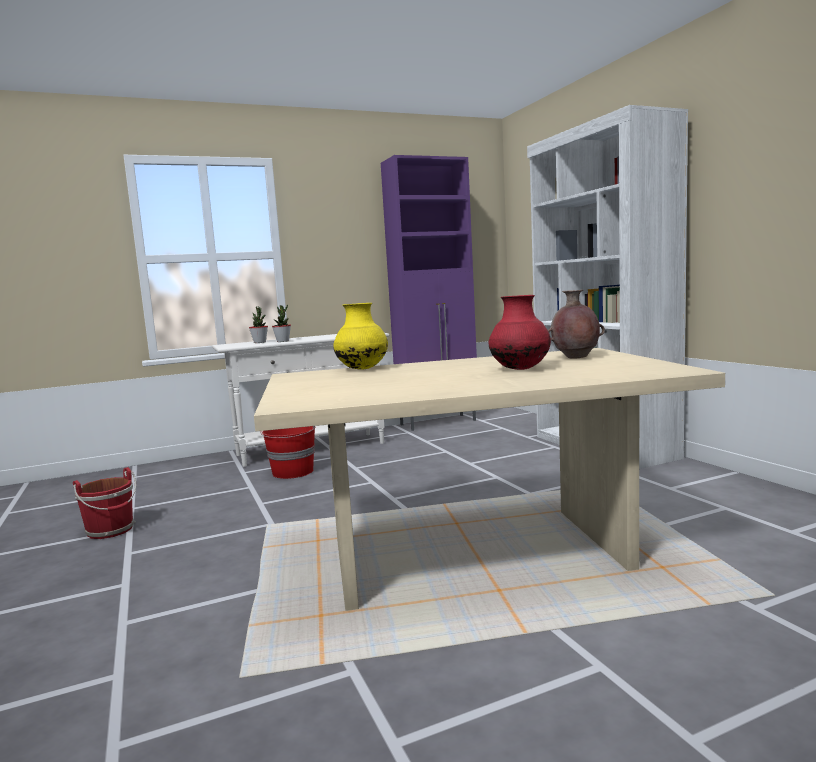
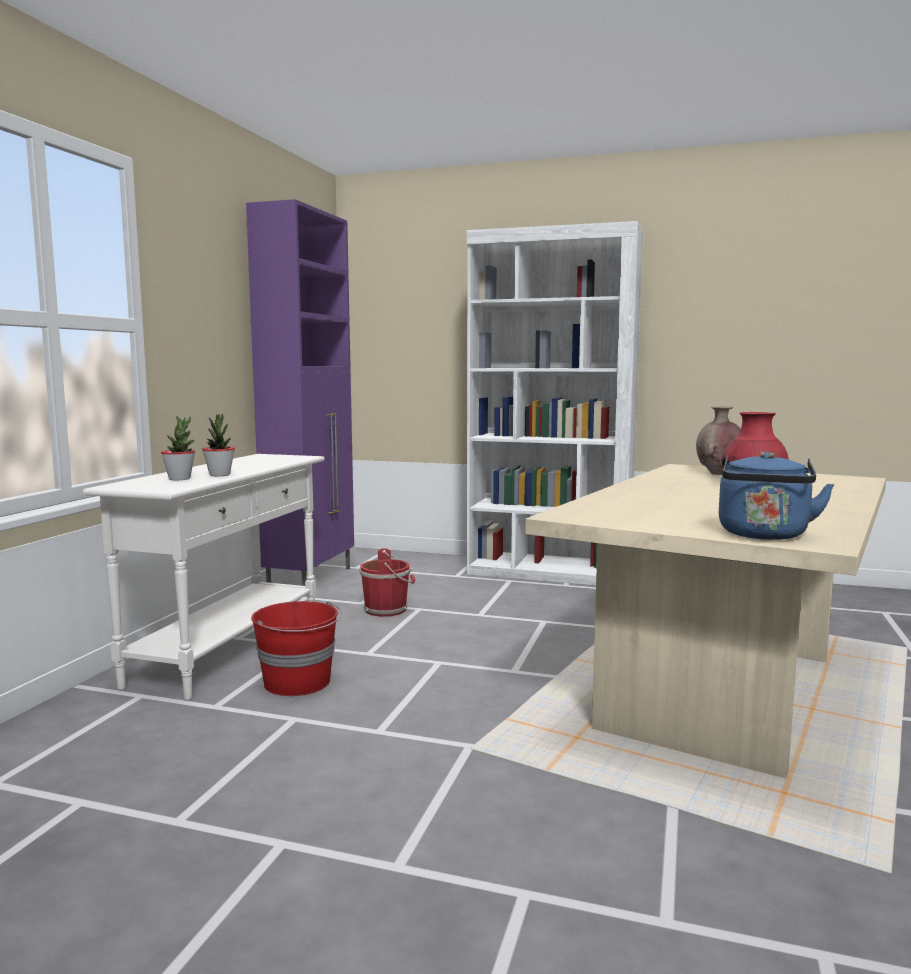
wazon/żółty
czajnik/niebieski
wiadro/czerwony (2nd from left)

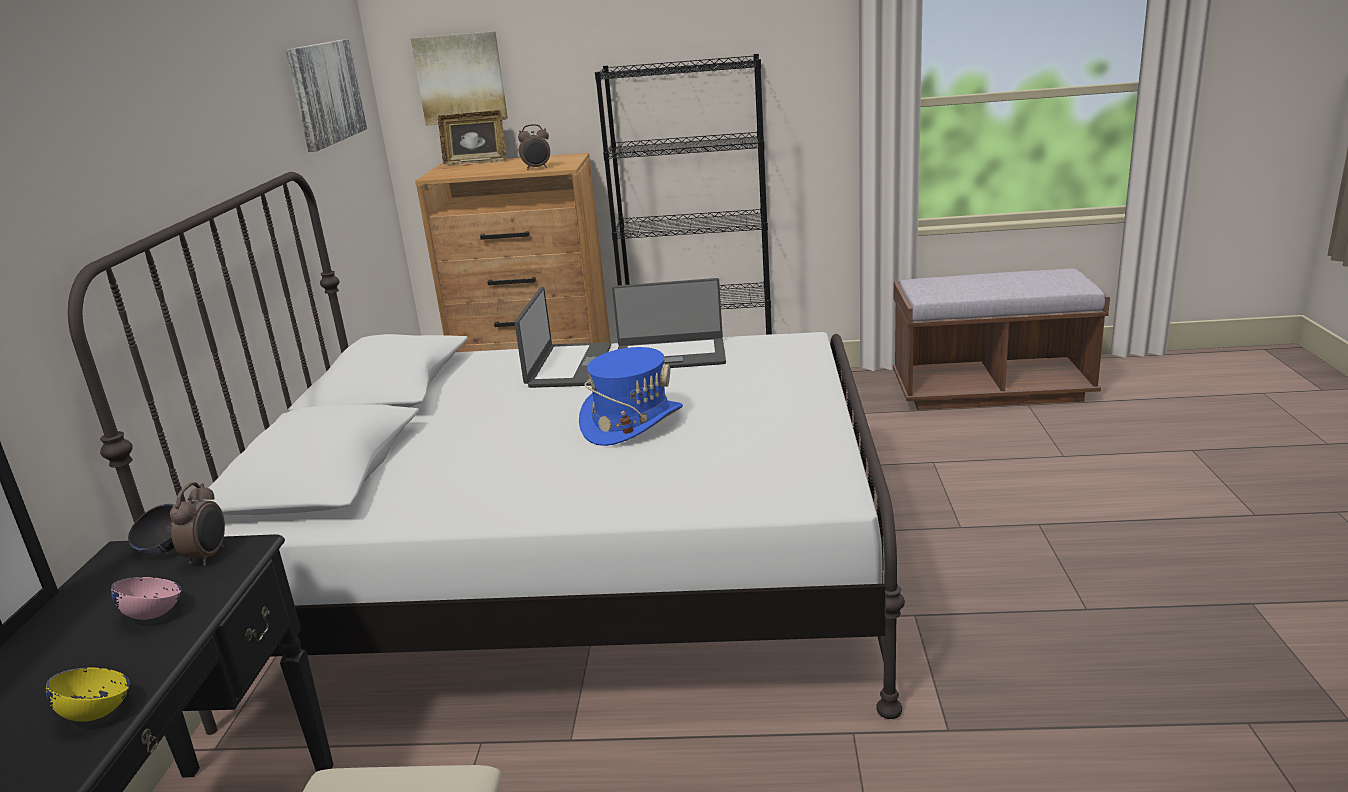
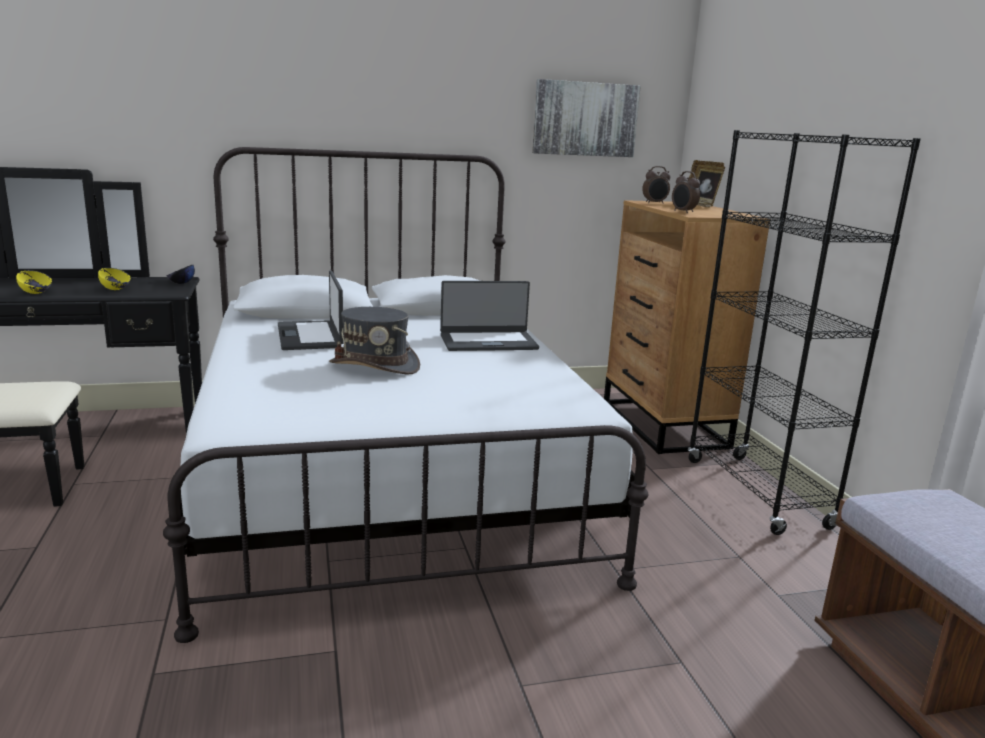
obraz (2nd from left in the first image)
budzik (1st from left)
laptop (1st from left)
miska/żółty (2nd from left)
kapelusz/szary

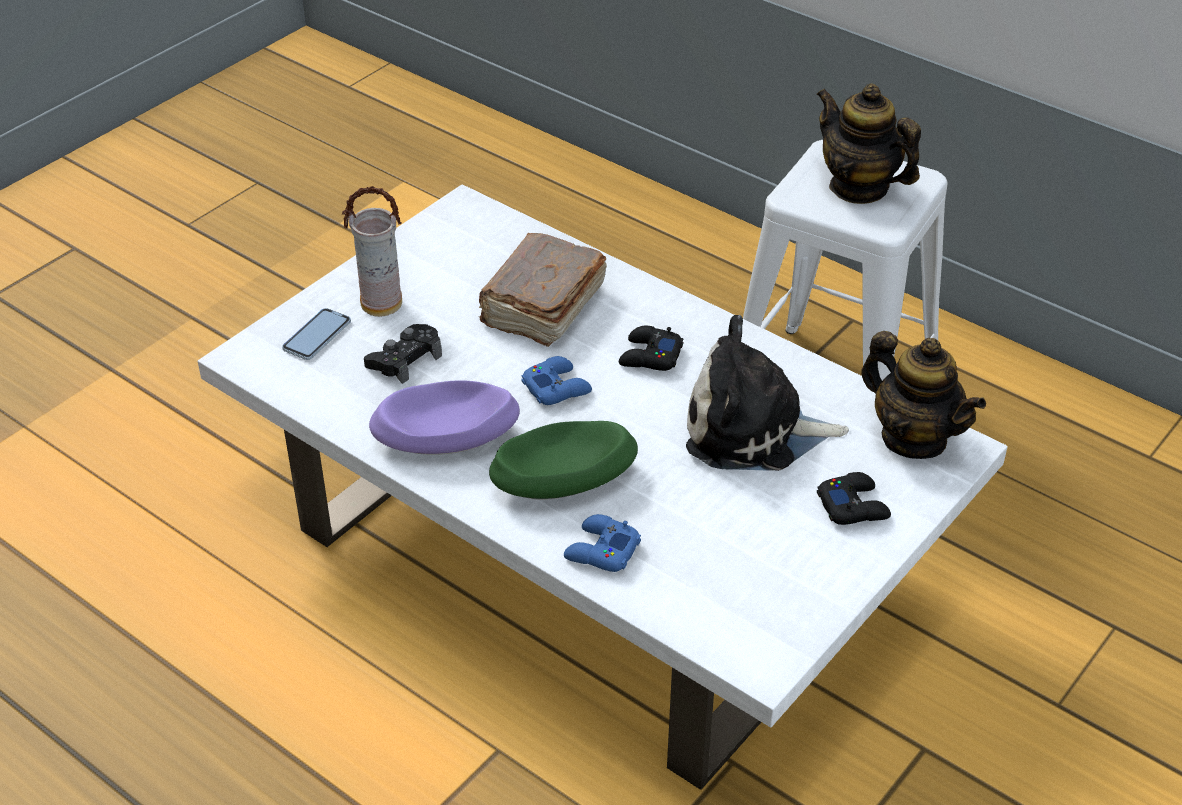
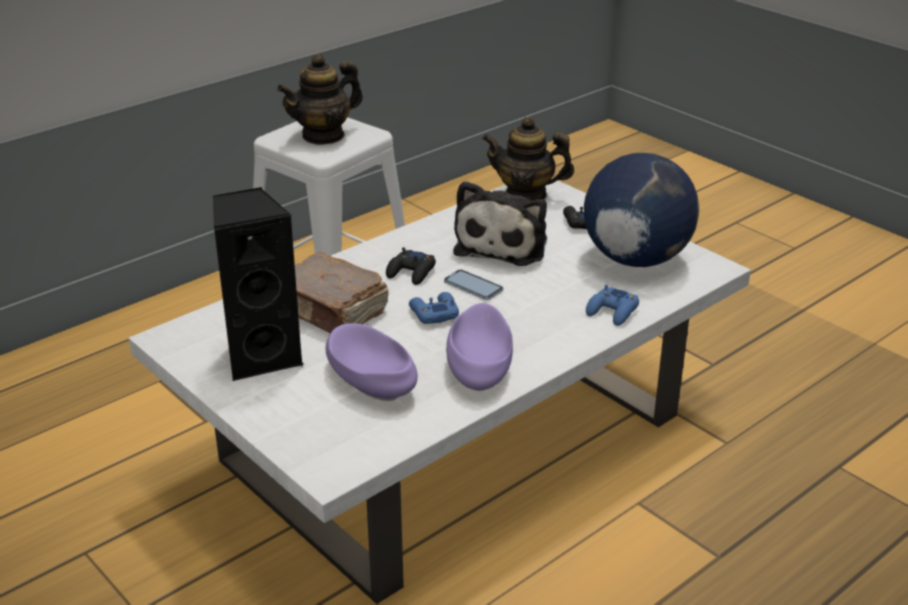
wazon
miska/zielony
głośnik/czarny
globus
telefon
miska/fioletowy (1st from left)
imbryk (2nd from left)

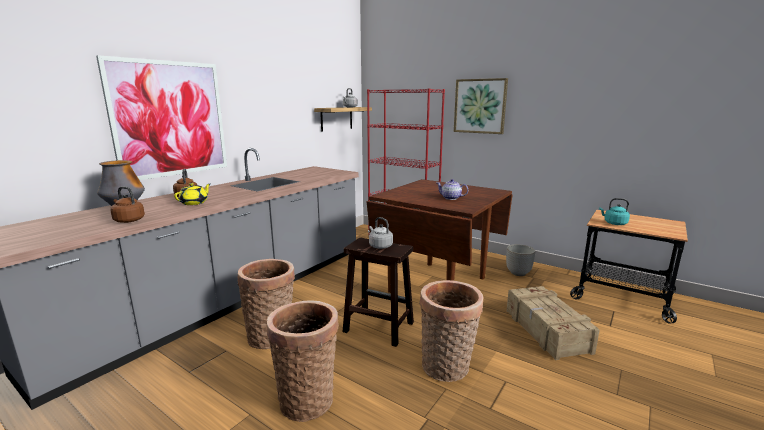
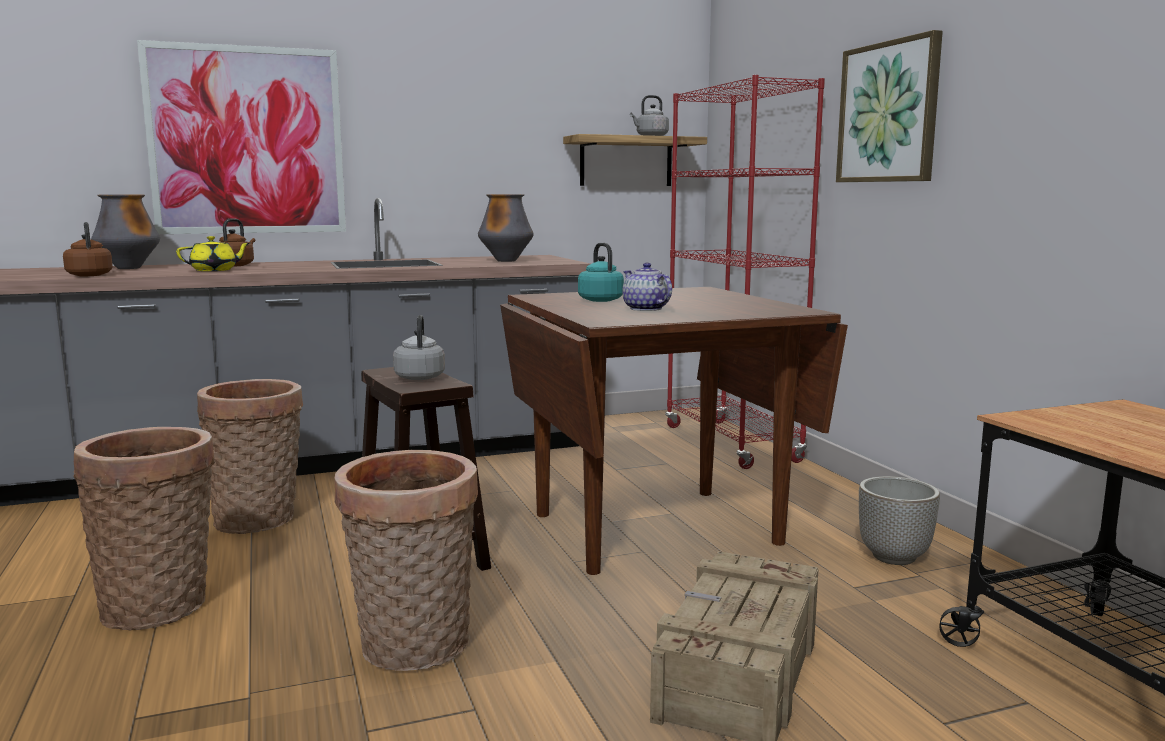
wazon (2nd from left)
czajnik/turkusowy

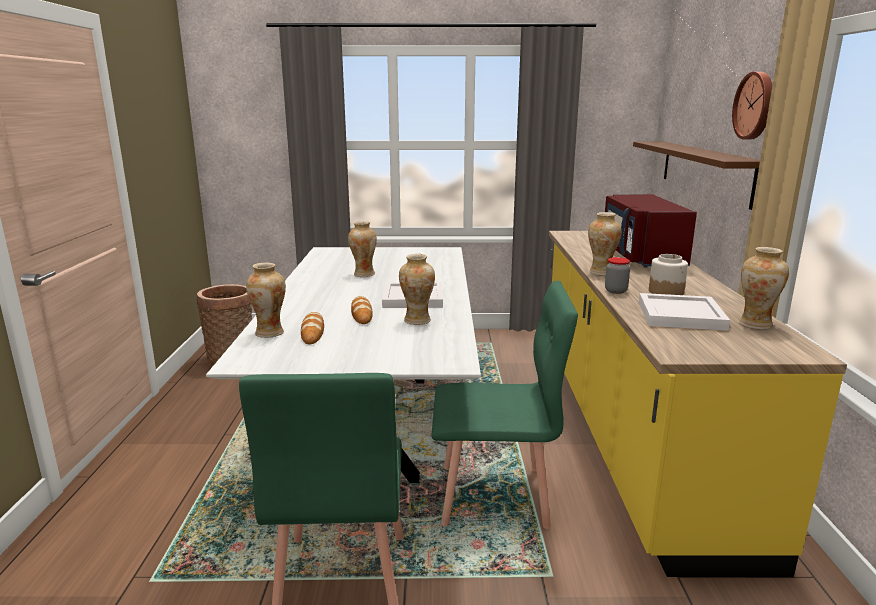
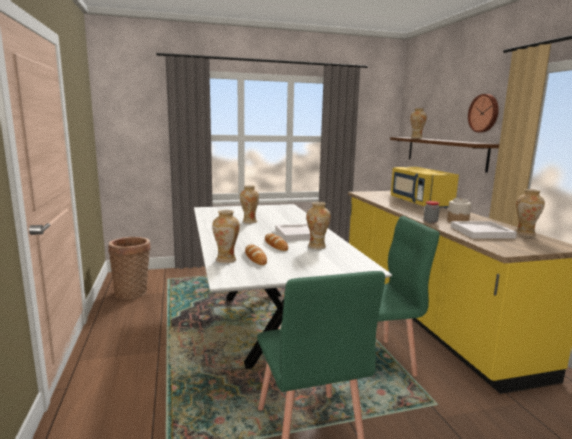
wazon (4th from left)
mikrofalówka/żółty

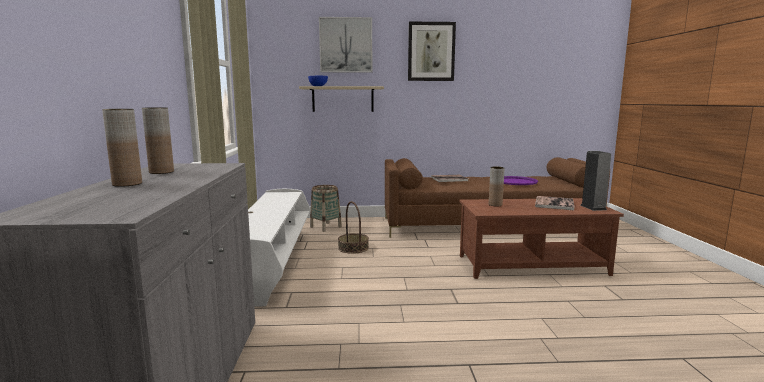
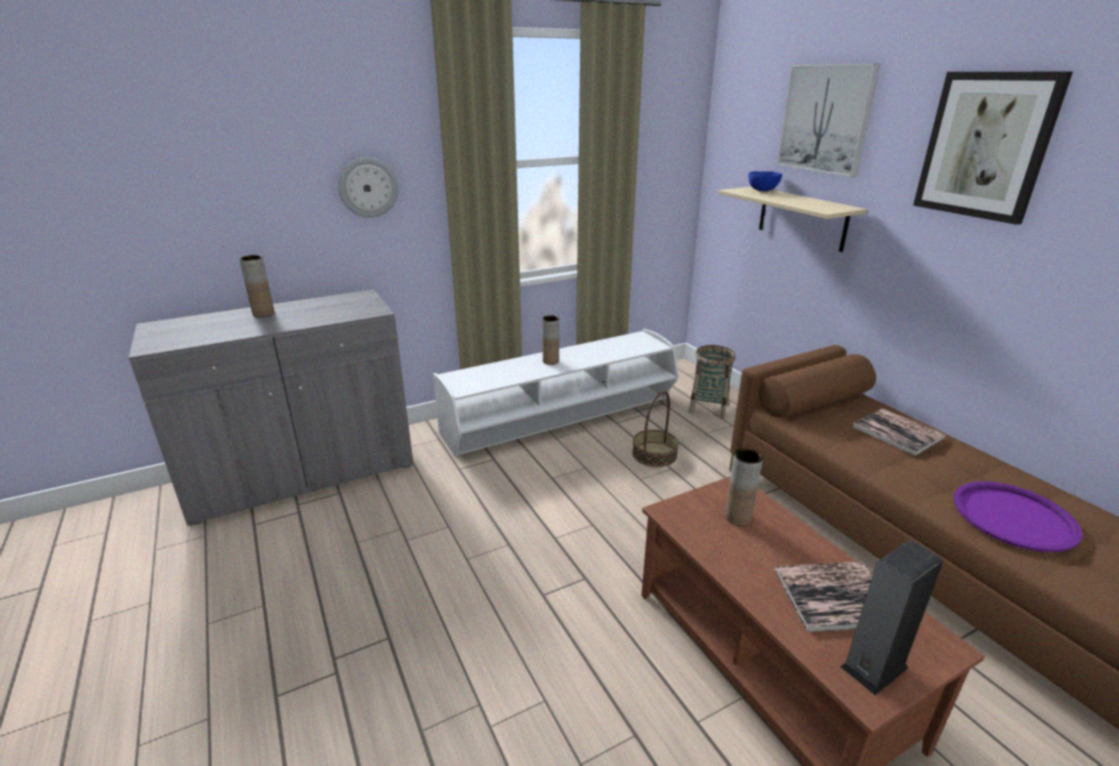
zegar ścienny
wazon/brązowy (2nd from left)

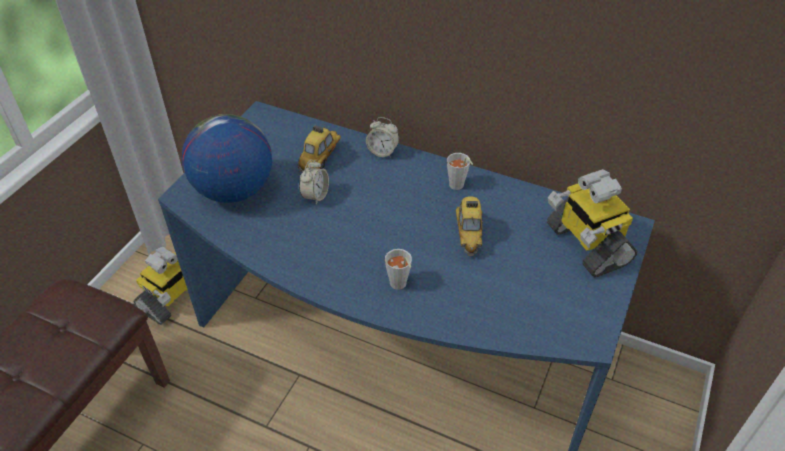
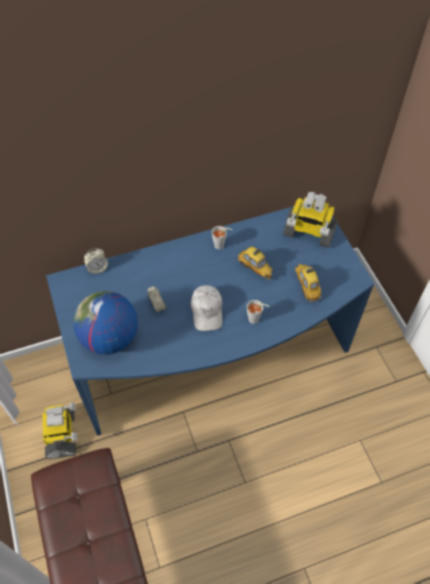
czapka z daszkiem/biały
samochodzik (2nd from left)
budzik (1st from left)

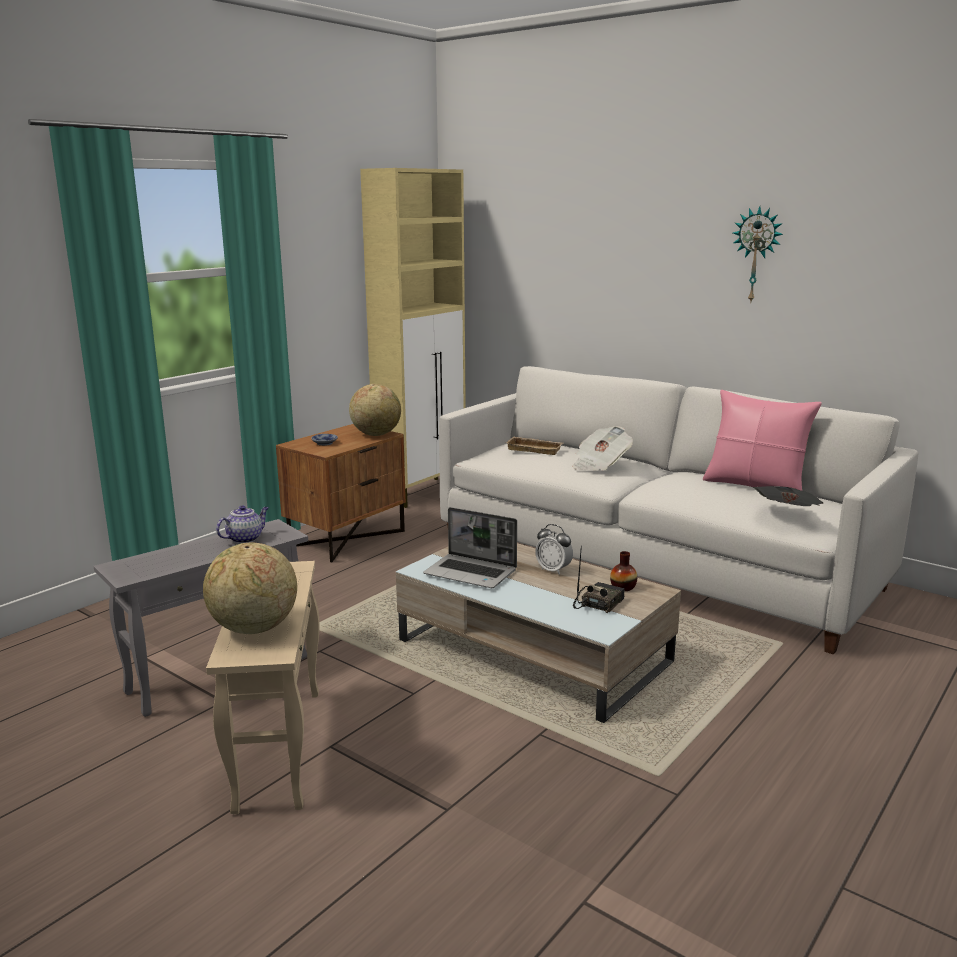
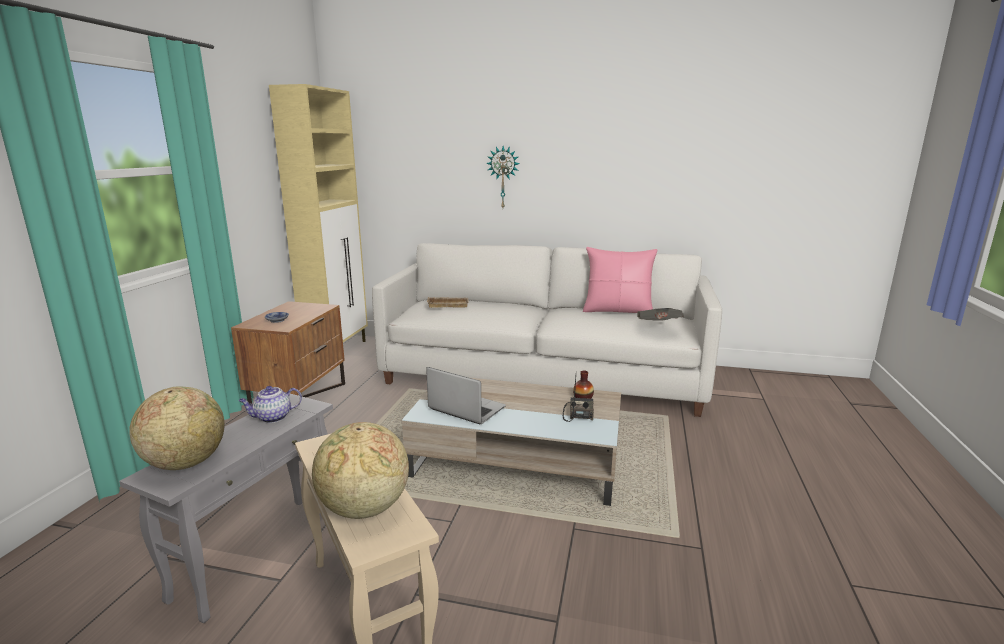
budzik
gazeta (1st from left in the first image)
globus (1st from left)
zegar ścienny
imbryk
laptop

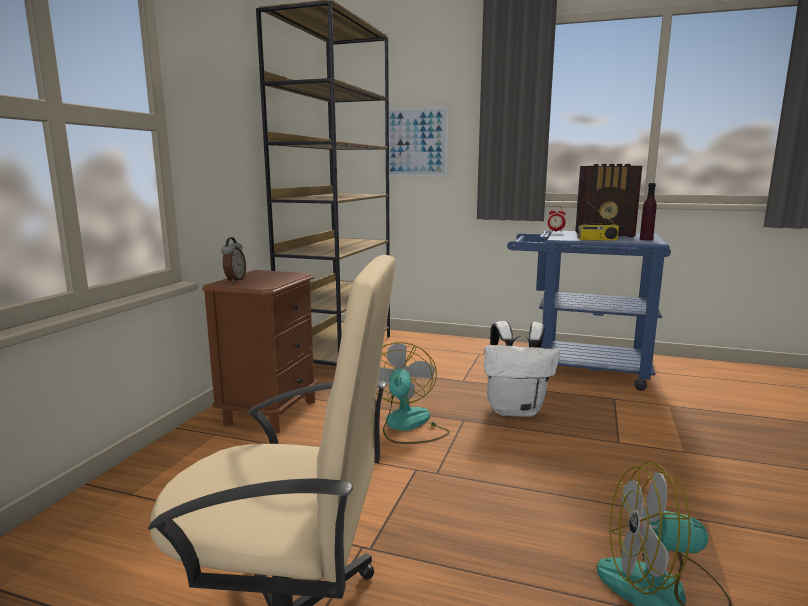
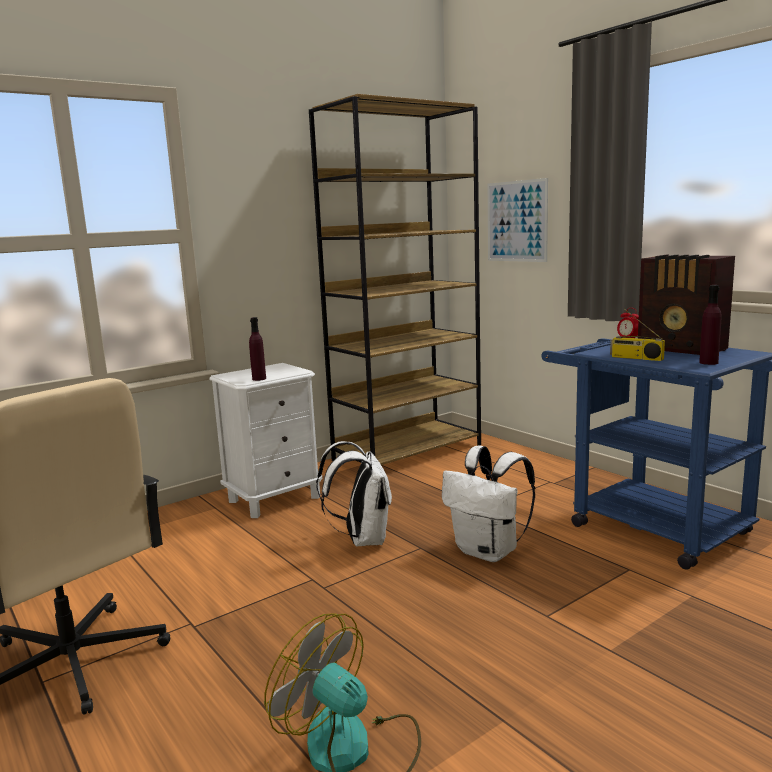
budzik (1st from left in the first image)
butelka/fioletowy (1st from left)
plecak/biały (1st from left)
szafka nocna/biały

